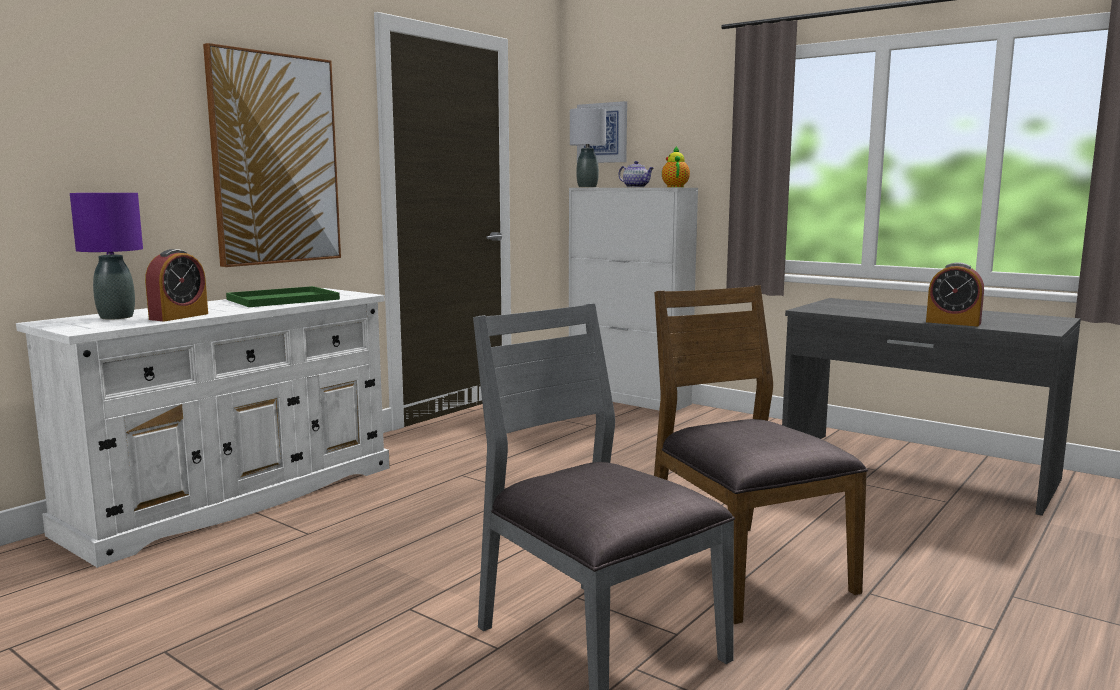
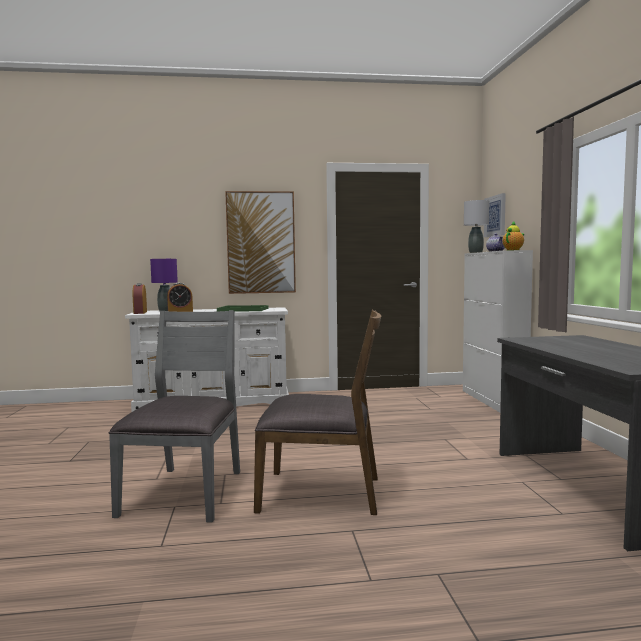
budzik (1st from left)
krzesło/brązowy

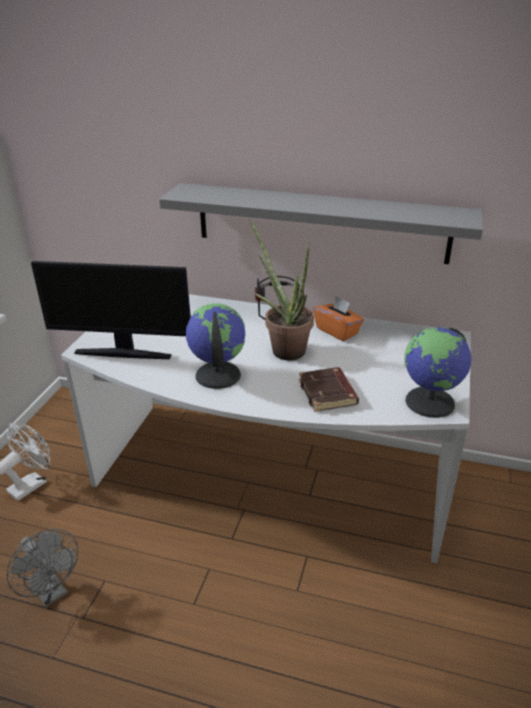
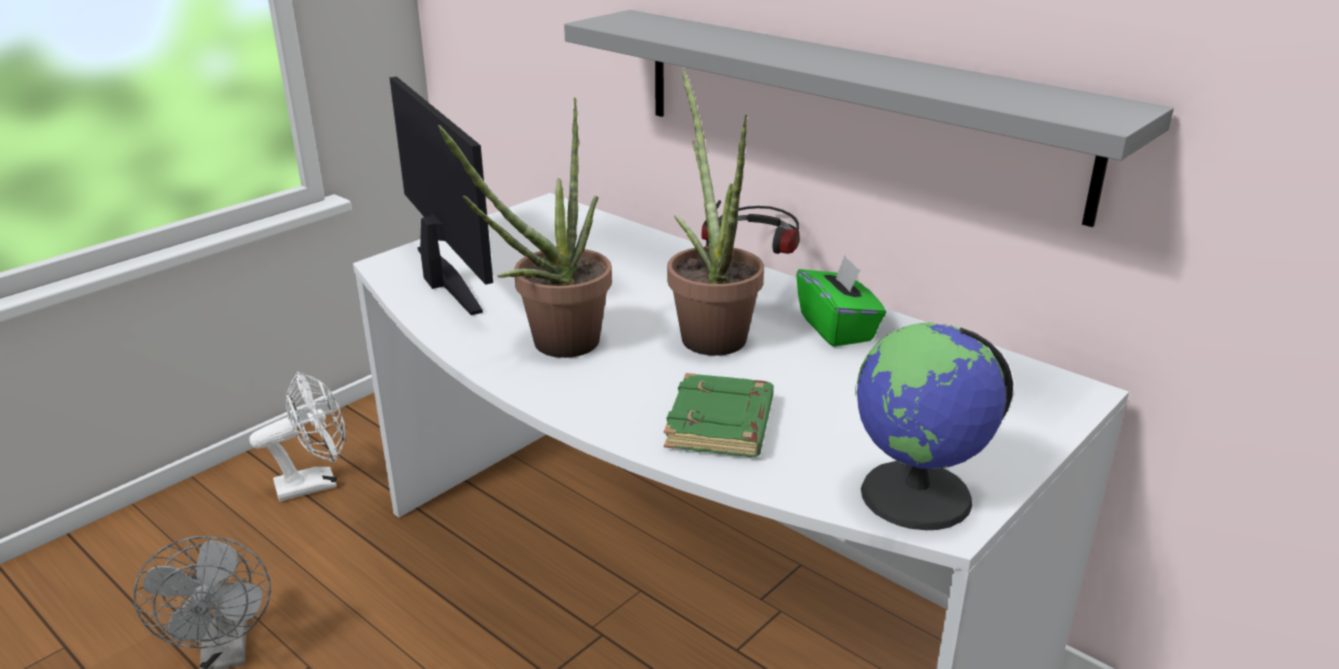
roślina doniczkowa (1st from left)
książka/zielony
pudełko chusteczek/zielony
monitor

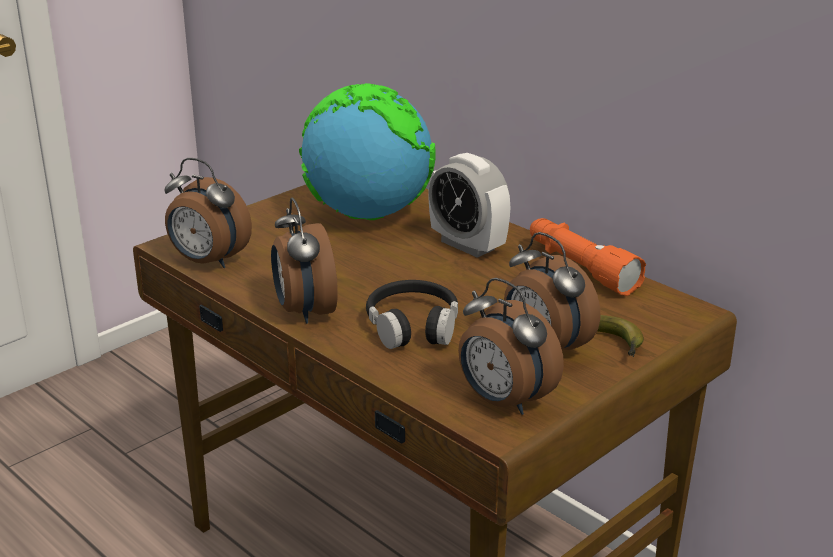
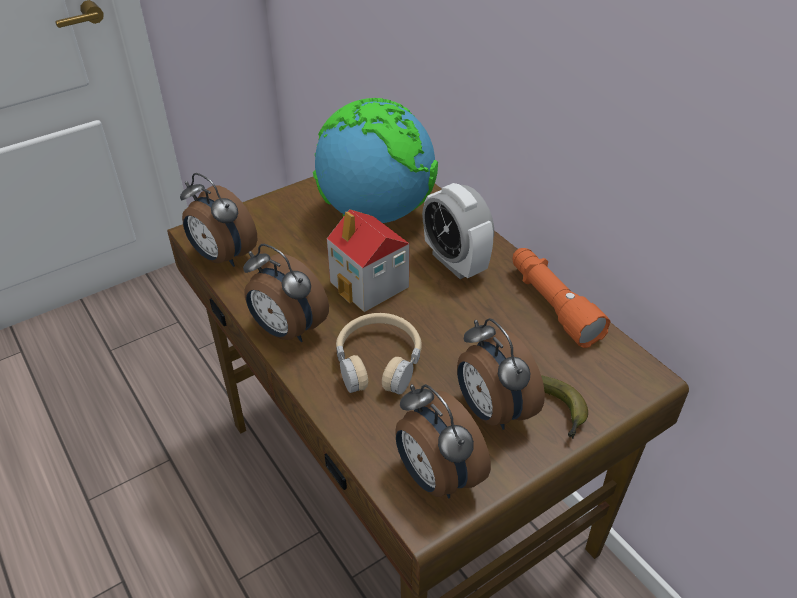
domek
słuchawki/beżowy
budzik (2nd from left)

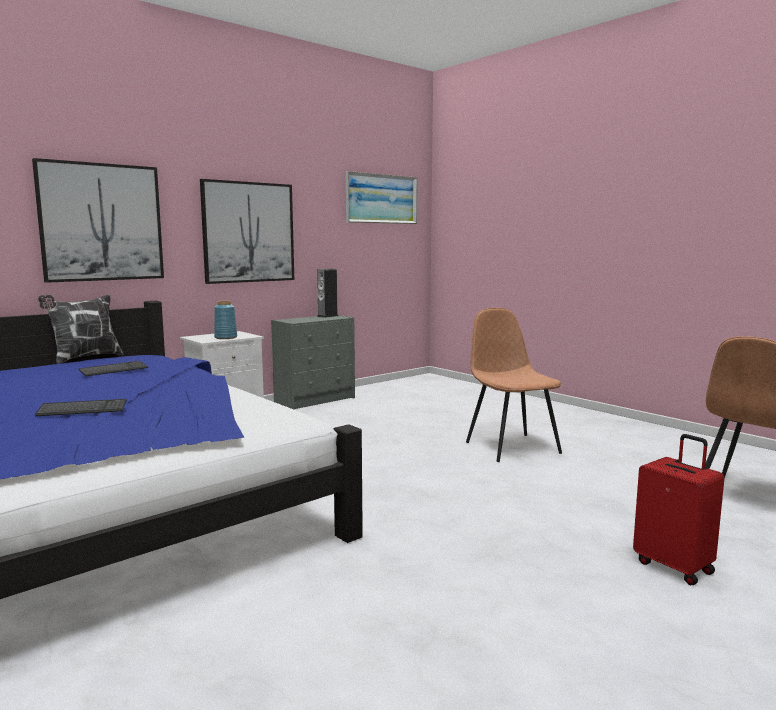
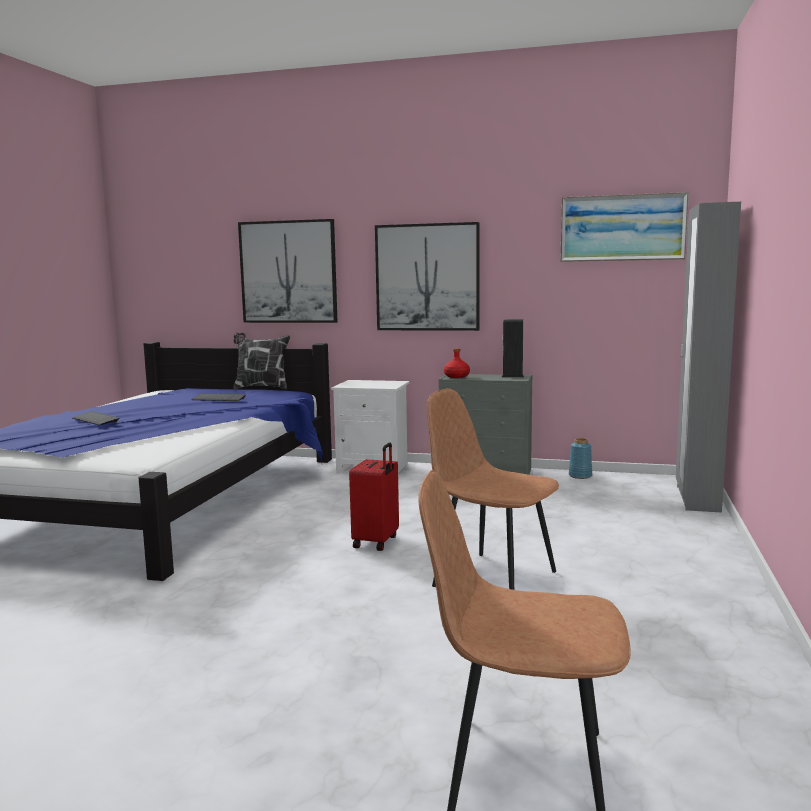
butelka/czerwony
szafa/szary
wazon/niebieski
walizka/czerwony
krzesło/brązowy (1st from left)

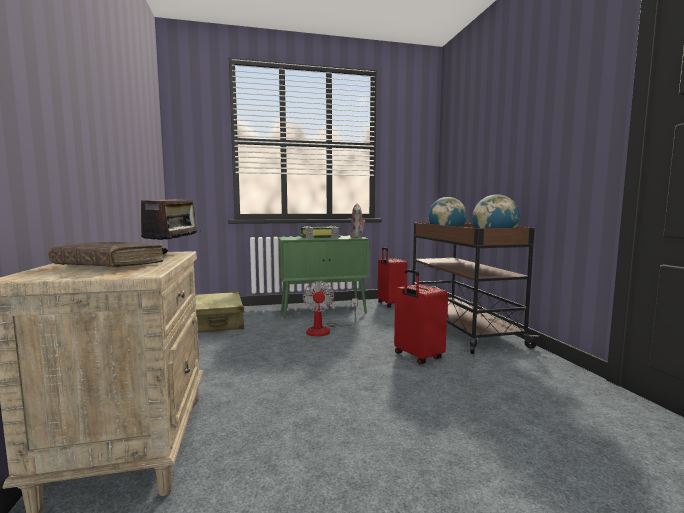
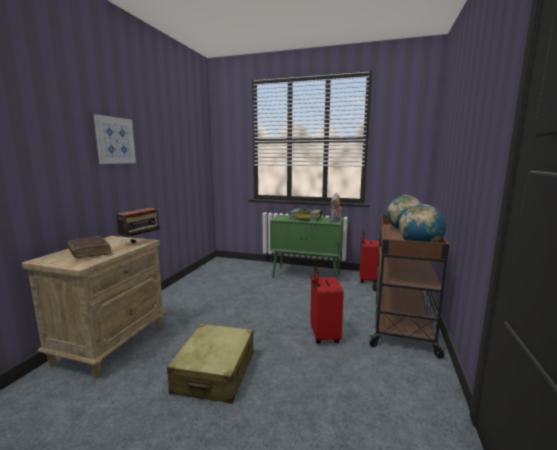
wentylator
obraz
walizka/beżowy

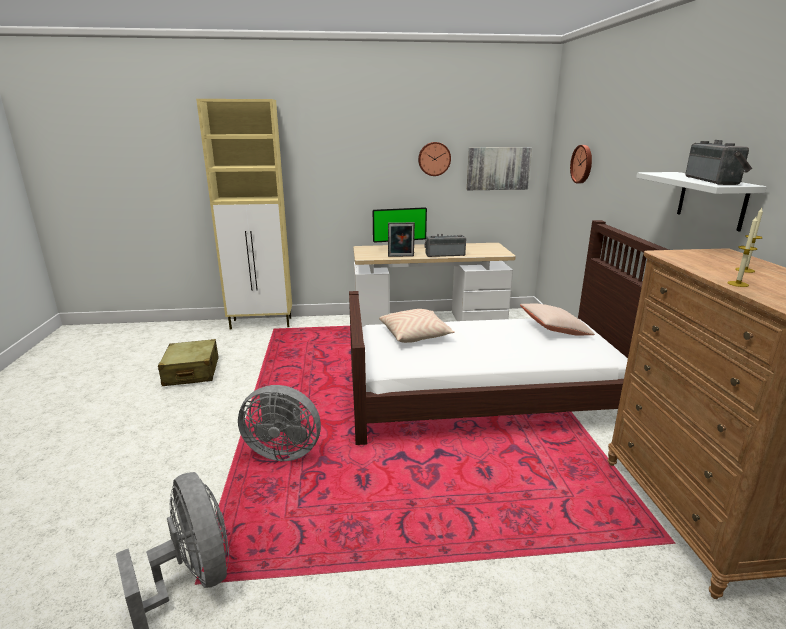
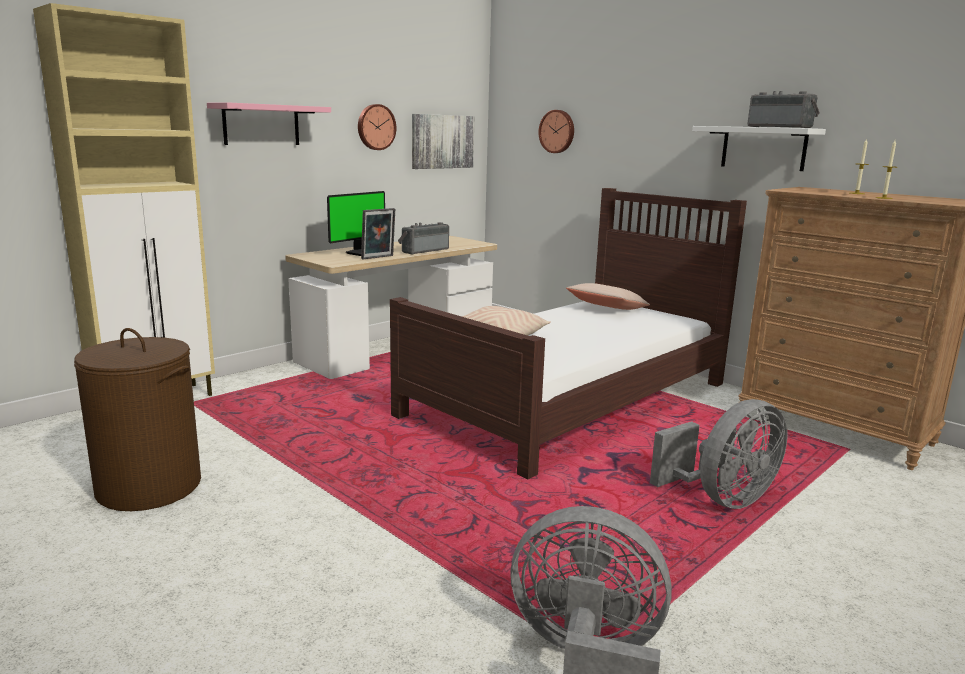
półka/różowy
wentylator/szary (2nd from left)
kosz na pranie/brązowy

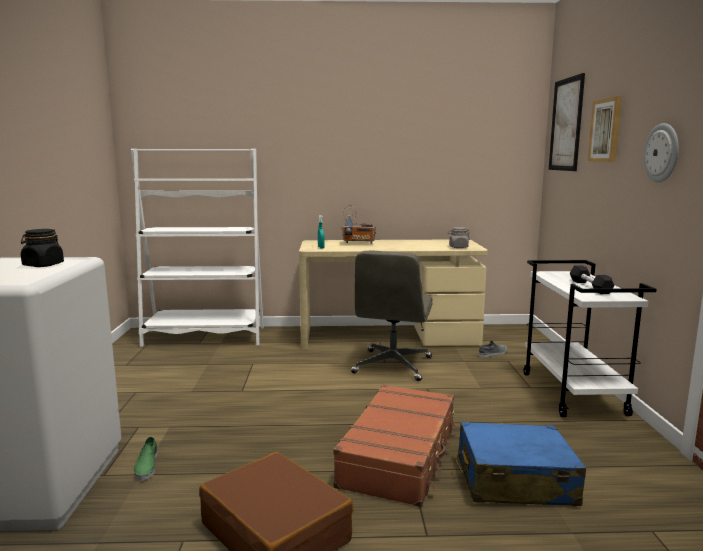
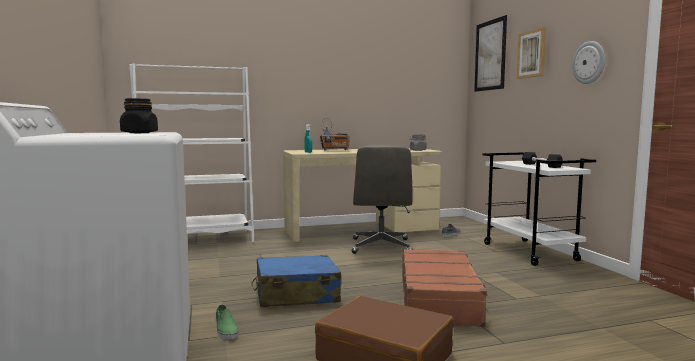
walizka/niebieski

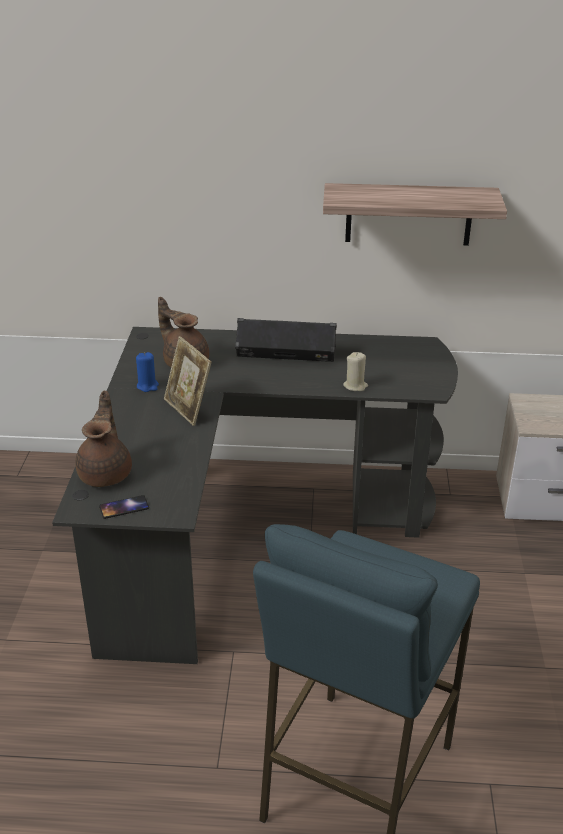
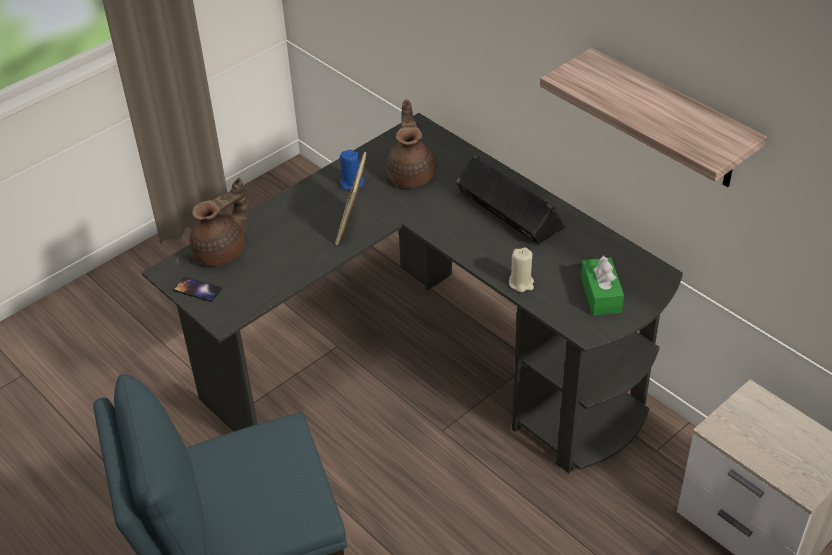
pudełko chusteczek/zielony

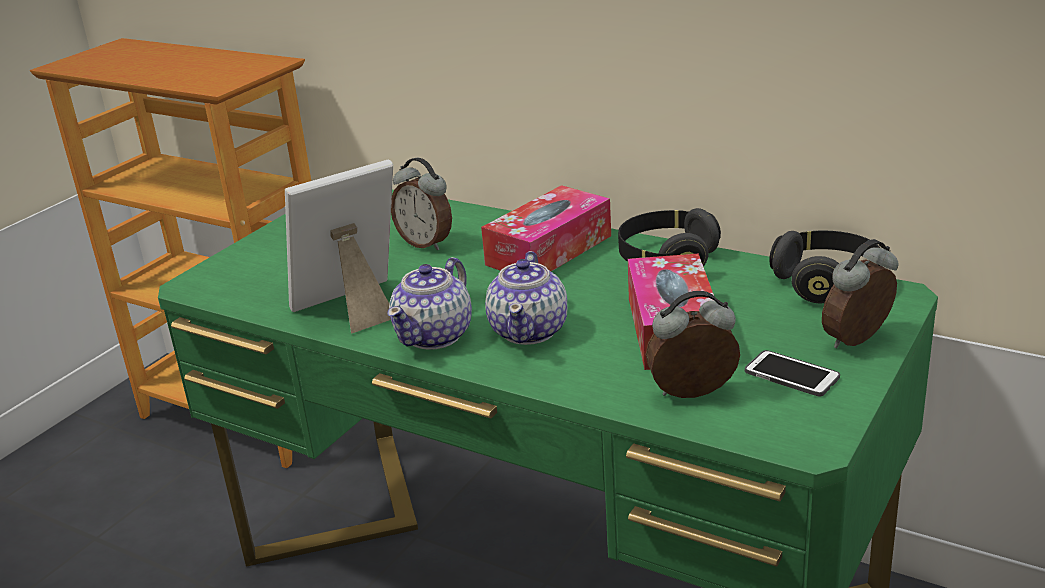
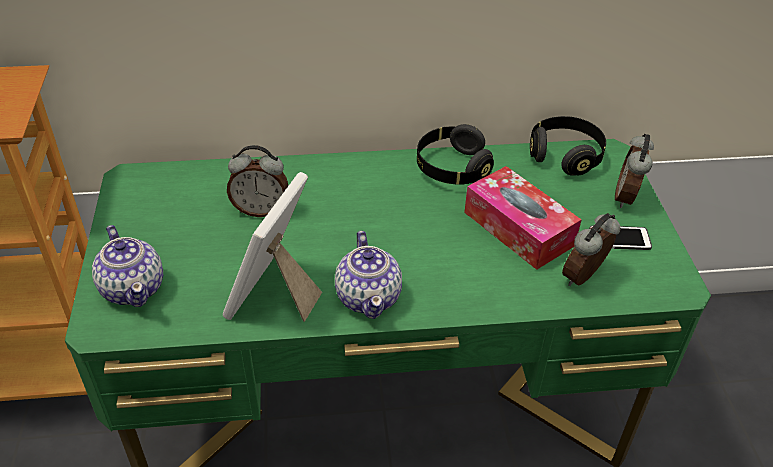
pudełko chusteczek (1st from left in the first image)
imbryk (1st from left)

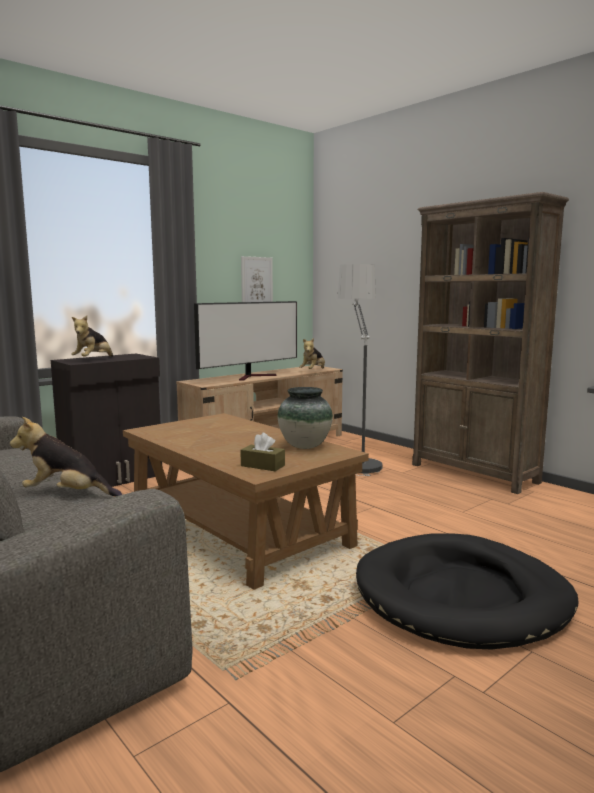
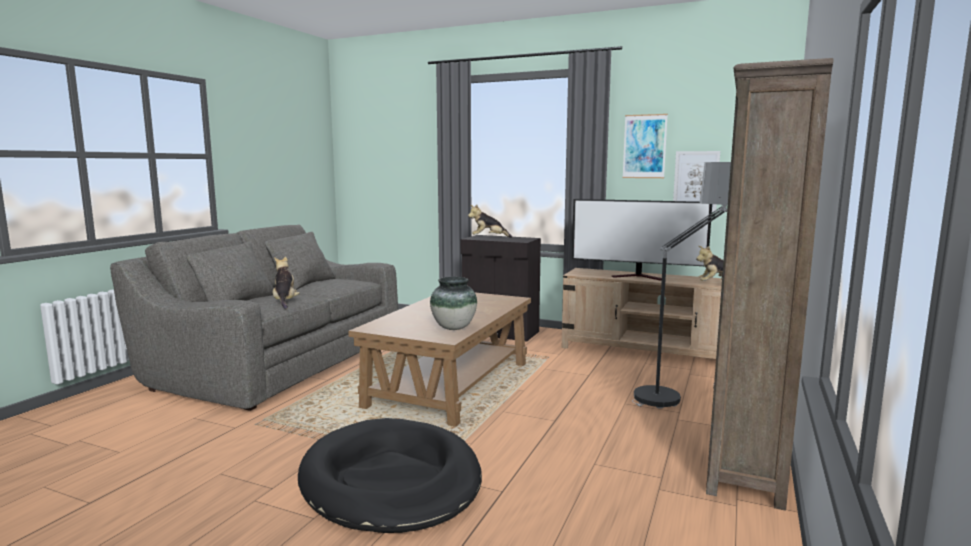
pudełko chusteczek/brązowy
obraz (1st from left)

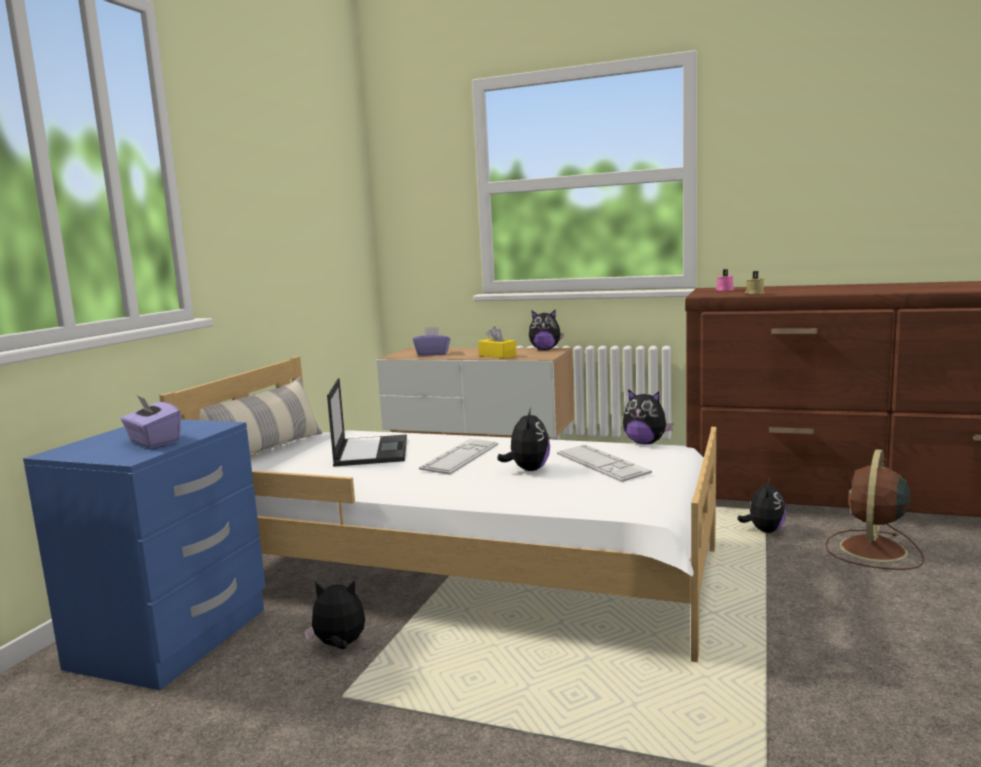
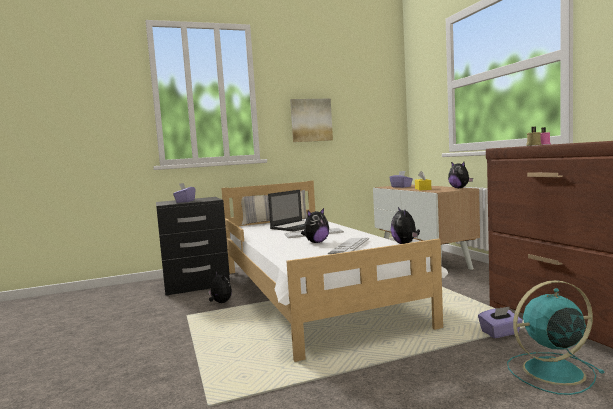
obraz
pudełko chusteczek/fioletowy (3rd from left)
szafka nocna/czarny
wentylator/turkusowy

